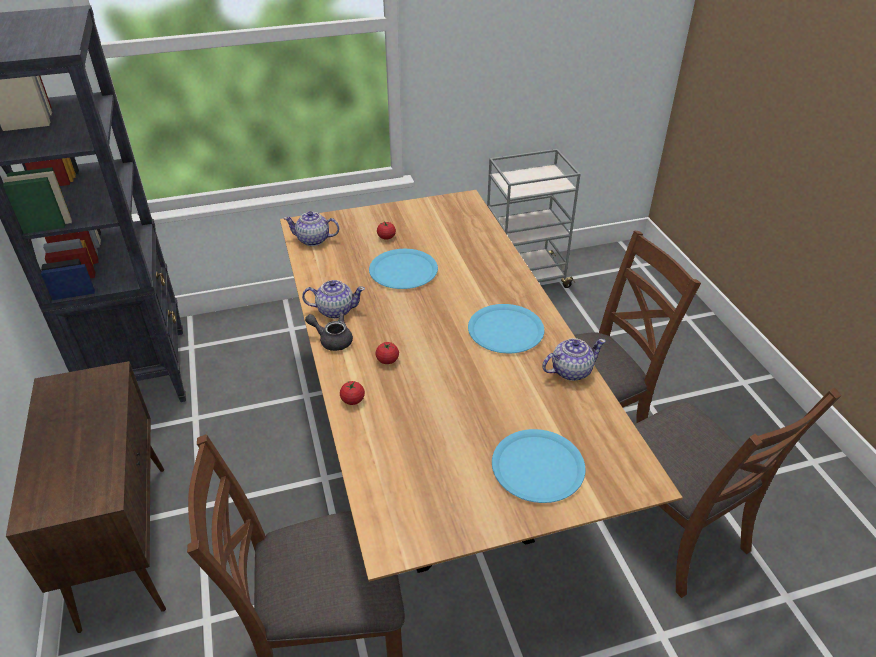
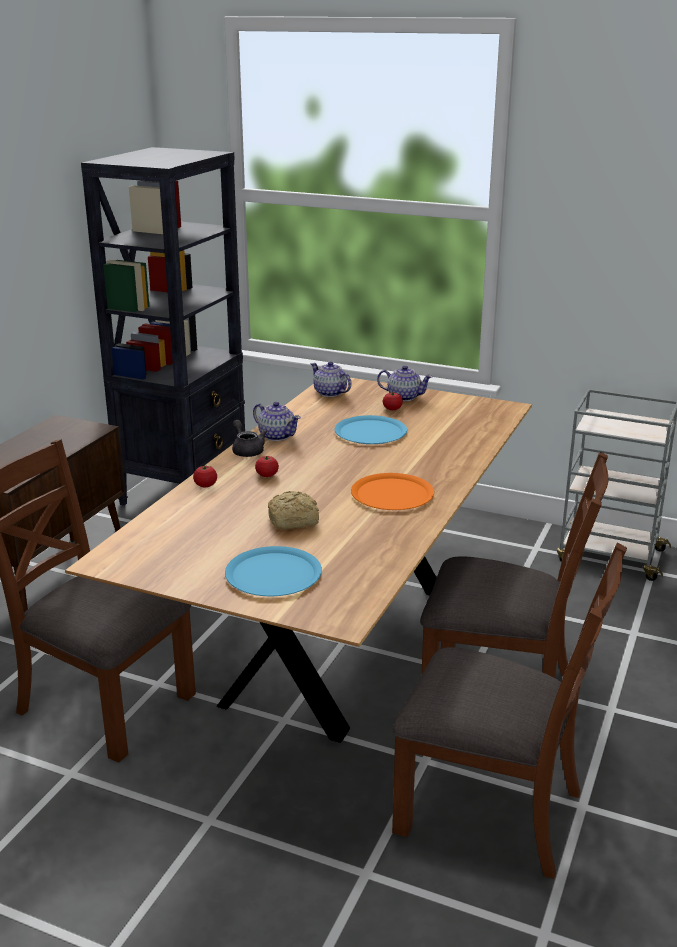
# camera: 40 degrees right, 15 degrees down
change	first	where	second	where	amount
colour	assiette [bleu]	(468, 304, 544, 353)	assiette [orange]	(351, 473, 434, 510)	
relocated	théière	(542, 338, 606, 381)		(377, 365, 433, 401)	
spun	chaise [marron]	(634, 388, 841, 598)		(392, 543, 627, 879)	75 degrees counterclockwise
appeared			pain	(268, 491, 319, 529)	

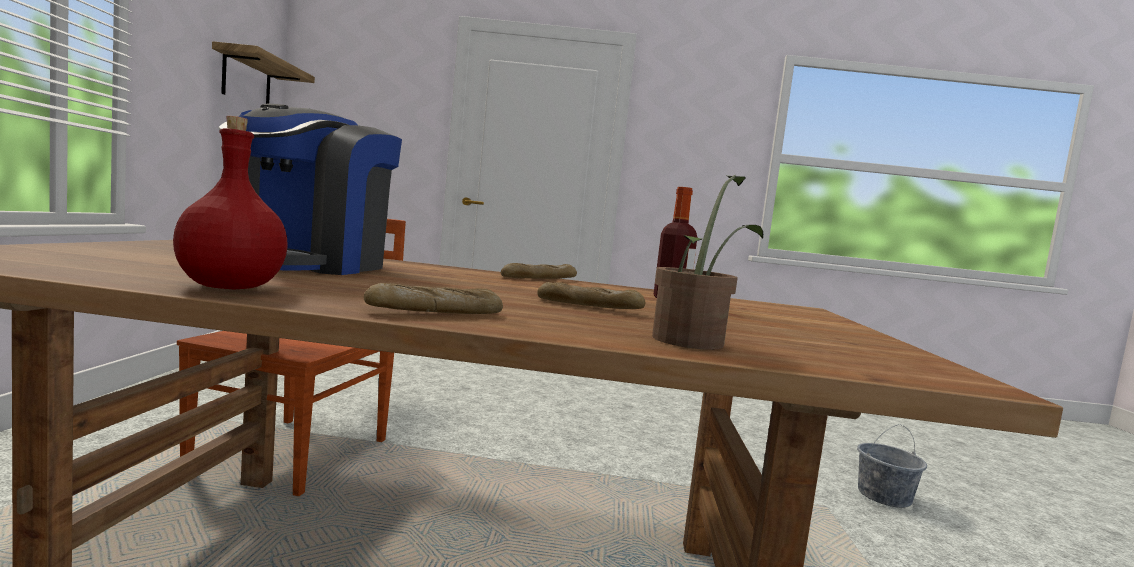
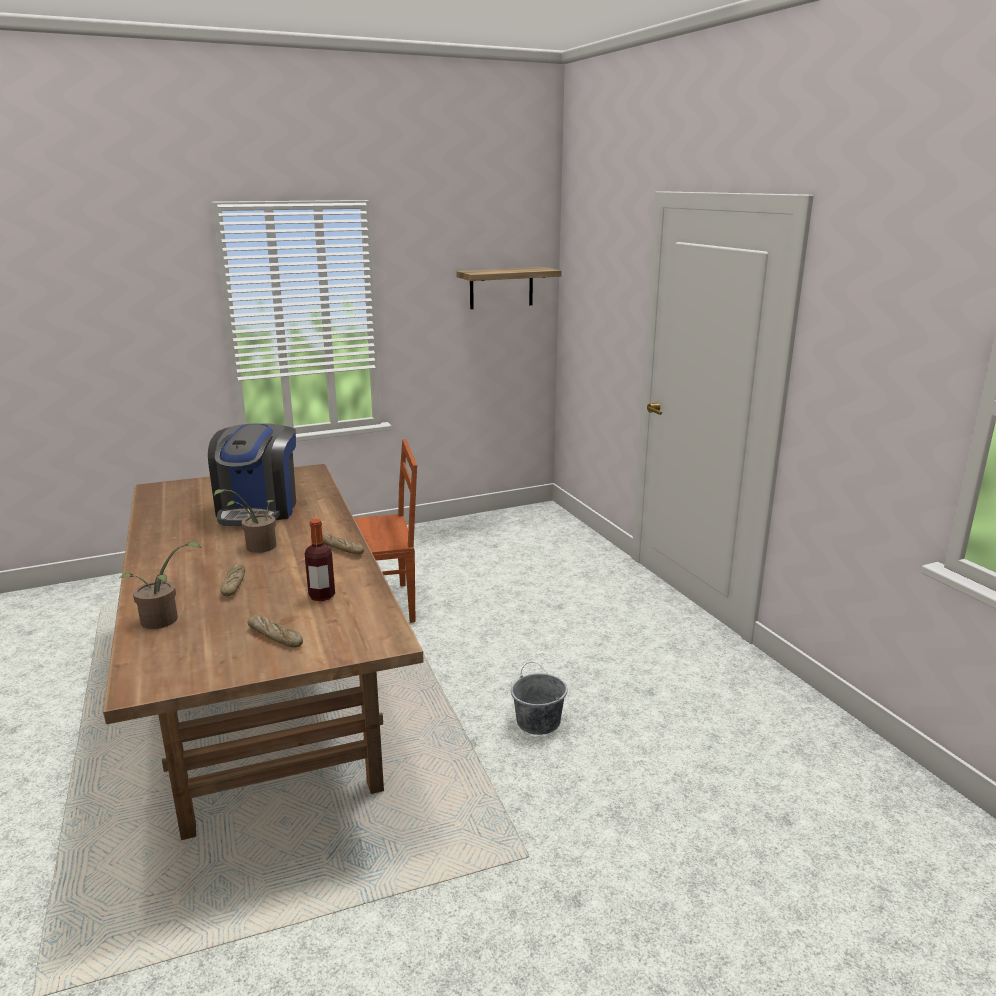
# camera: 65 degrees right, 15 degrees up
change	first	where	second	where	amount
missing	bouteille [rouge]	(173, 116, 288, 289)			
spun	machine à café	(218, 104, 402, 275)		(208, 423, 296, 526)	75 degrees counterclockwise
relocated	pain	(364, 283, 503, 314)		(248, 615, 303, 648)	
relocated	seau [gris]	(857, 424, 927, 508)		(511, 662, 567, 735)	
appeared			plante en pot	(214, 489, 276, 553)	

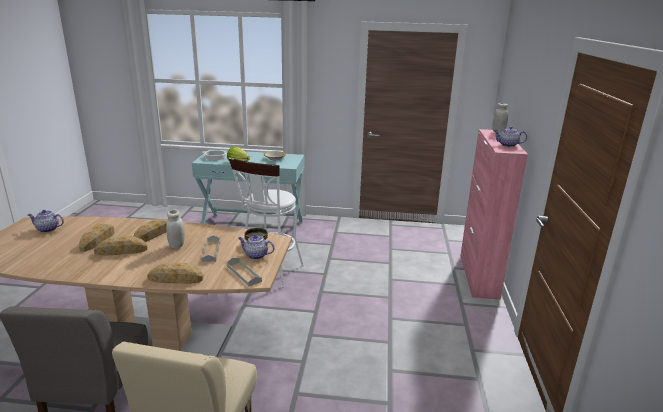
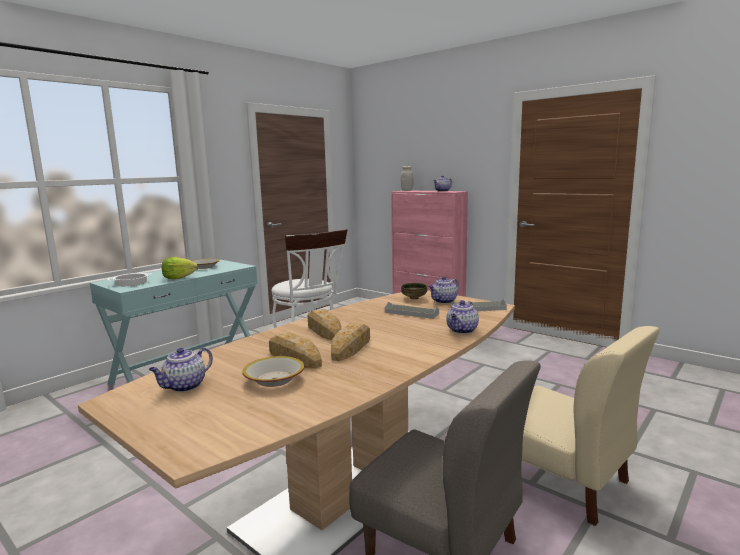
# camera: 55 degrees left, 10 degrees down
change	first	where	second	where	amount
exchanged	pain	(147, 263, 203, 284)	théière	(446, 300, 479, 334)	
missing	bocal [blanc]	(166, 210, 185, 249)			
appeared			bol	(242, 356, 305, 387)	

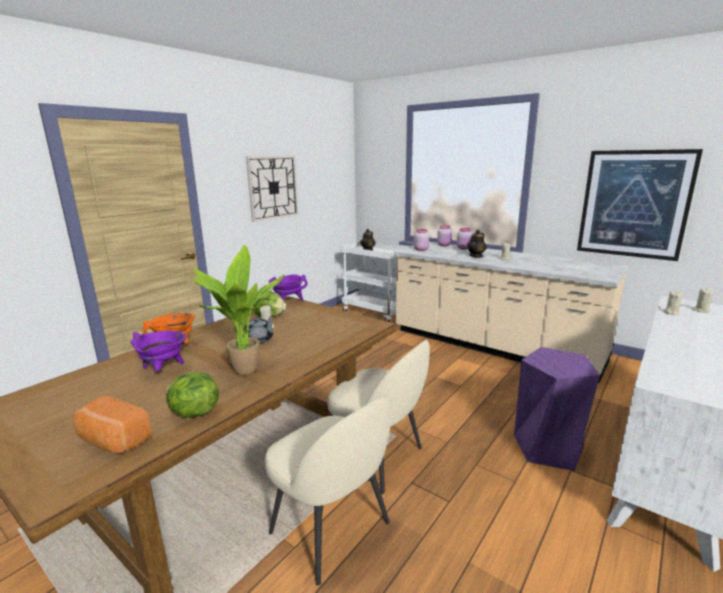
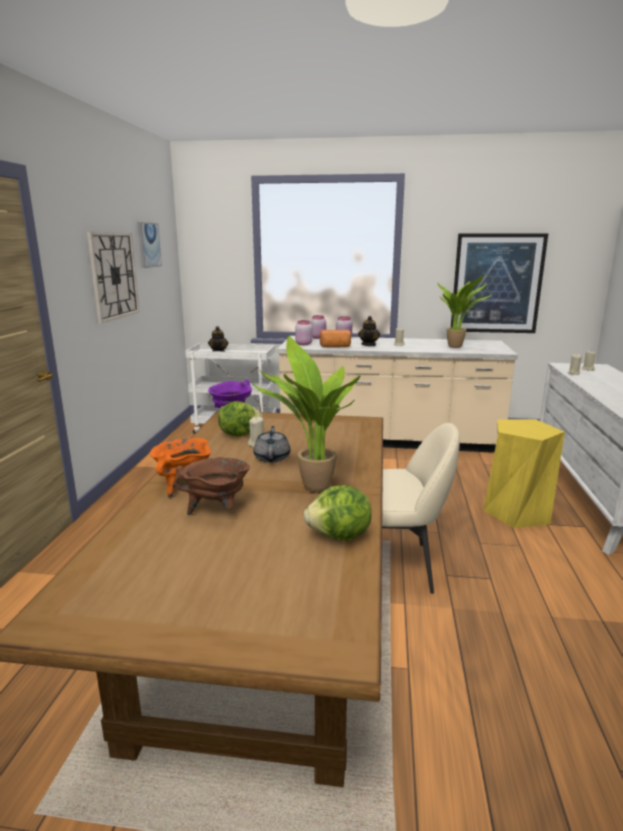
# camera: 30 degrees left, 0 degrees up
change	first	where	second	where	amount
relocated	pain	(73, 395, 152, 454)		(320, 330, 351, 347)	
colour	marmite [violet]	(130, 330, 186, 371)	marmite [marron]	(174, 457, 250, 515)	
missing	chaise [beige]	(265, 396, 391, 585)			
colour	tabouret [violet]	(514, 347, 600, 471)	tabouret [jaune]	(483, 419, 565, 528)	
appeared			tableau	(138, 222, 162, 268)	
appeared			plante en pot	(438, 275, 492, 348)	

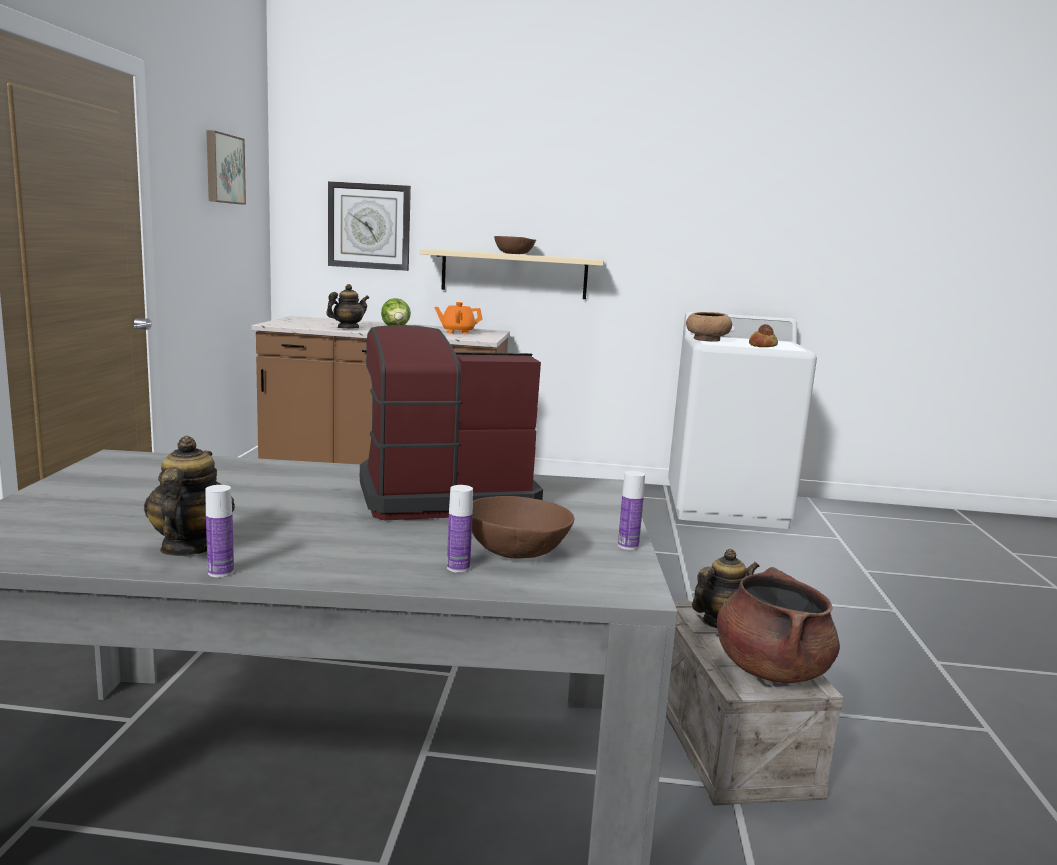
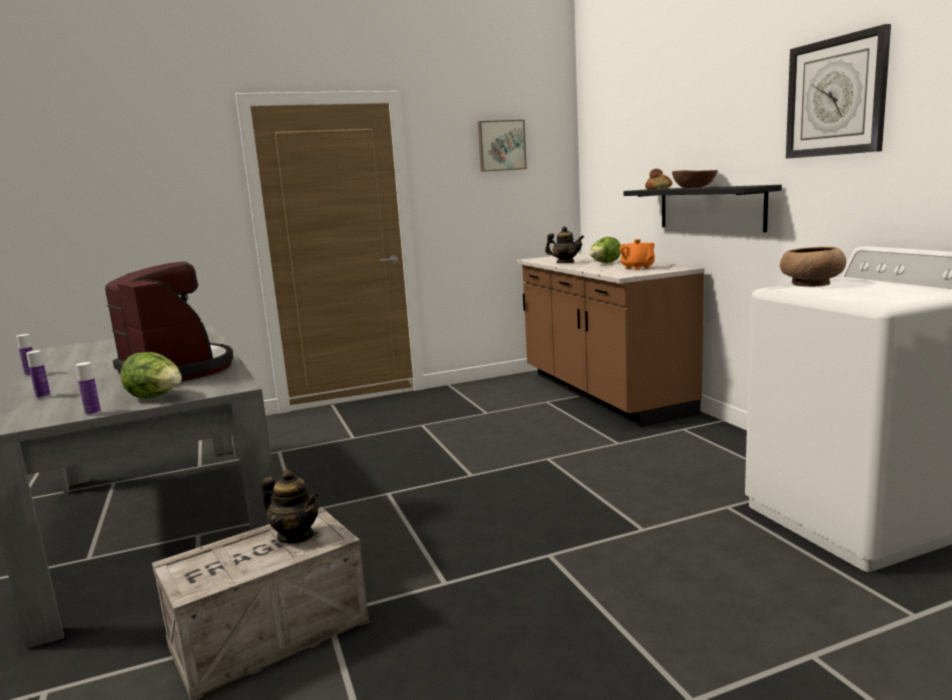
# camera: 65 degrees right, 0 degrees up
change	first	where	second	where	amount
missing	théière	(144, 436, 235, 556)			
relocated	horloge murale	(328, 181, 411, 271)		(786, 24, 891, 159)	
colour	étagère [beige]	(420, 249, 604, 299)	étagère [noir]	(623, 185, 782, 232)	
missing	bol [marron]	(472, 496, 574, 559)			
missing	marmite [marron]	(717, 567, 840, 683)			
relocated	pain	(749, 324, 778, 347)		(645, 169, 672, 190)	
appeared			laitue	(120, 352, 182, 399)	

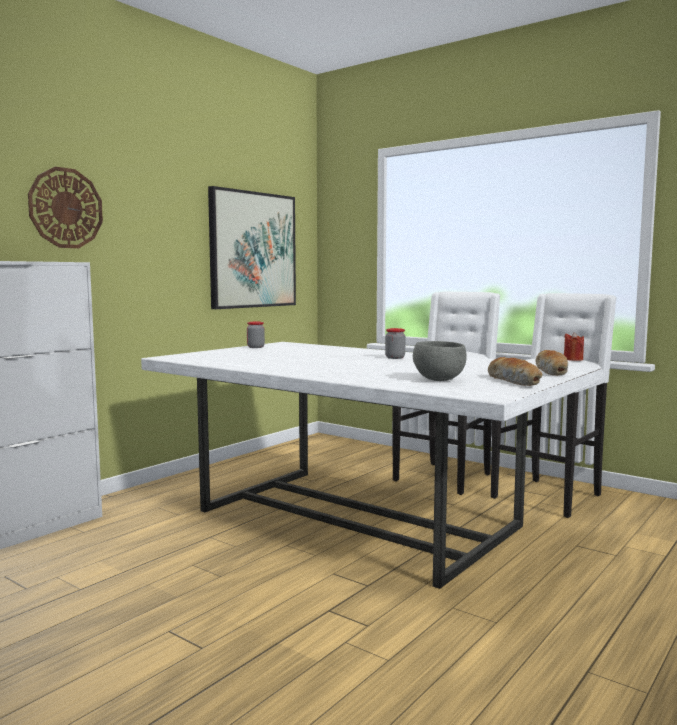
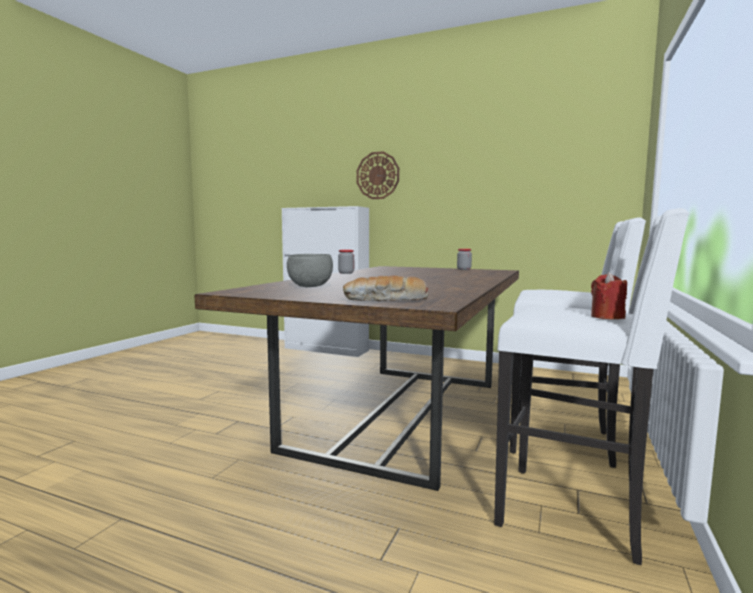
# camera: 75 degrees right, 0 degrees up
change	first	where	second	where	amount
colour	table à manger [blanc]	(141, 342, 602, 589)	table à manger [marron]	(195, 266, 519, 491)	
missing	tableau	(208, 186, 296, 309)			
relocated	bocal	(385, 328, 406, 359)		(338, 250, 354, 274)	
missing	pain	(488, 357, 543, 386)			

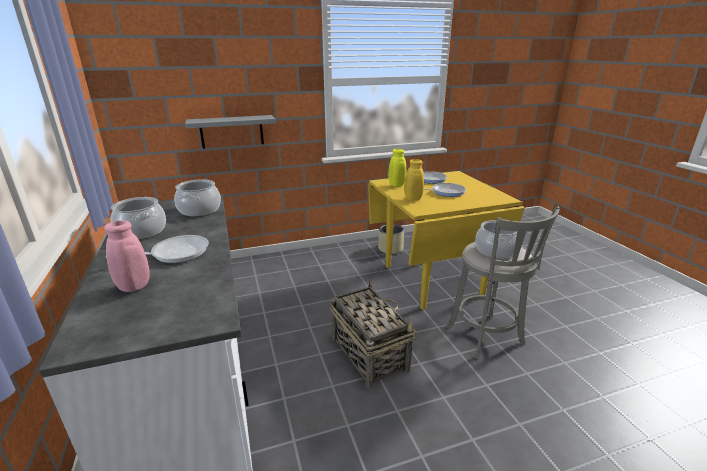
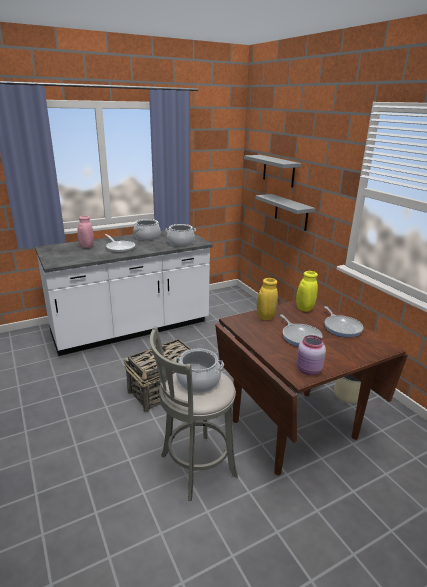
# camera: 80 degrees right, 0 degrees up
change	first	where	second	where	amount
colour	table à manger [jaune]	(368, 171, 525, 310)	table à manger [marron]	(215, 299, 408, 475)	
appeared			étagère [gris]	(244, 155, 302, 188)	
appeared			bocal [rose]	(297, 335, 326, 375)	

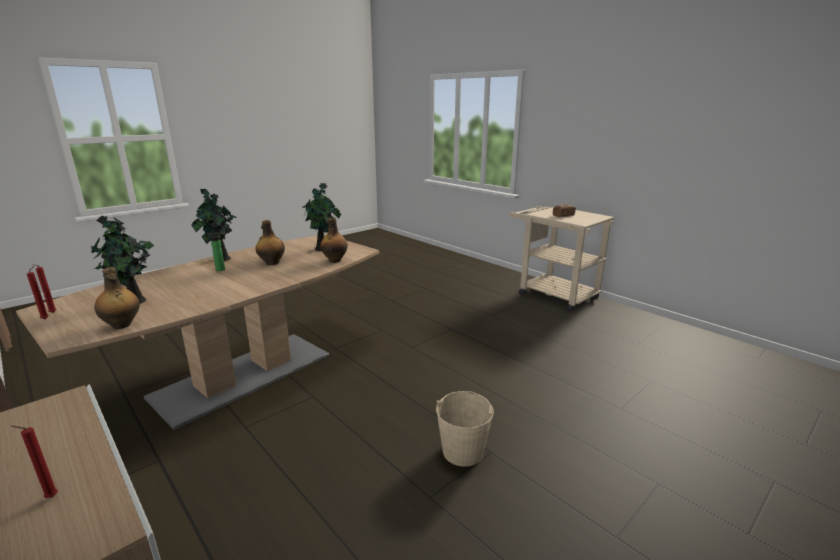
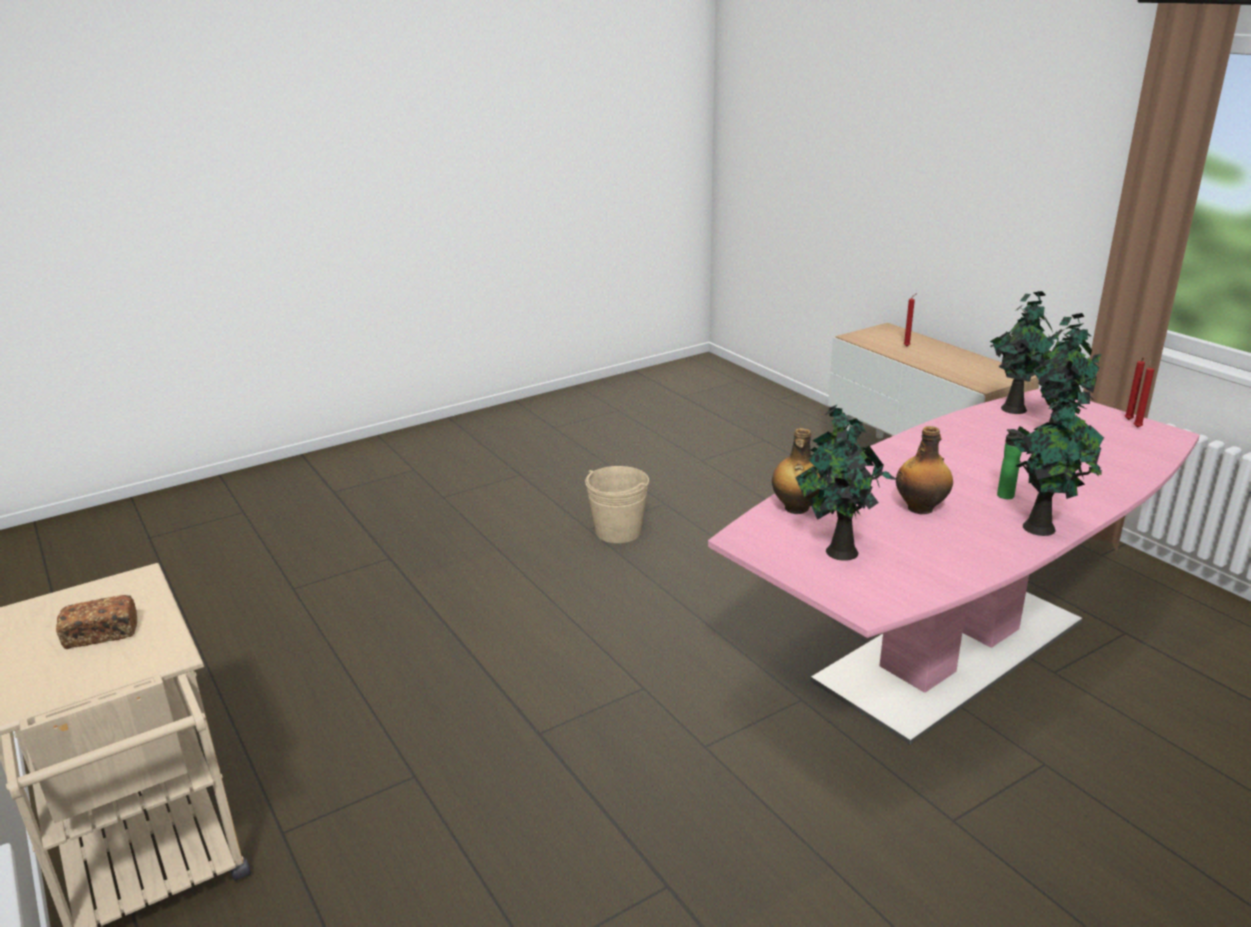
# camera: 170 degrees left, 5 degrees up
change	first	where	second	where	amount
colour	table à manger [marron]	(16, 234, 379, 430)	table à manger [rose]	(708, 388, 1200, 745)	
exchanged	bouteille	(94, 267, 140, 329)	plante en pot	(990, 291, 1060, 414)	

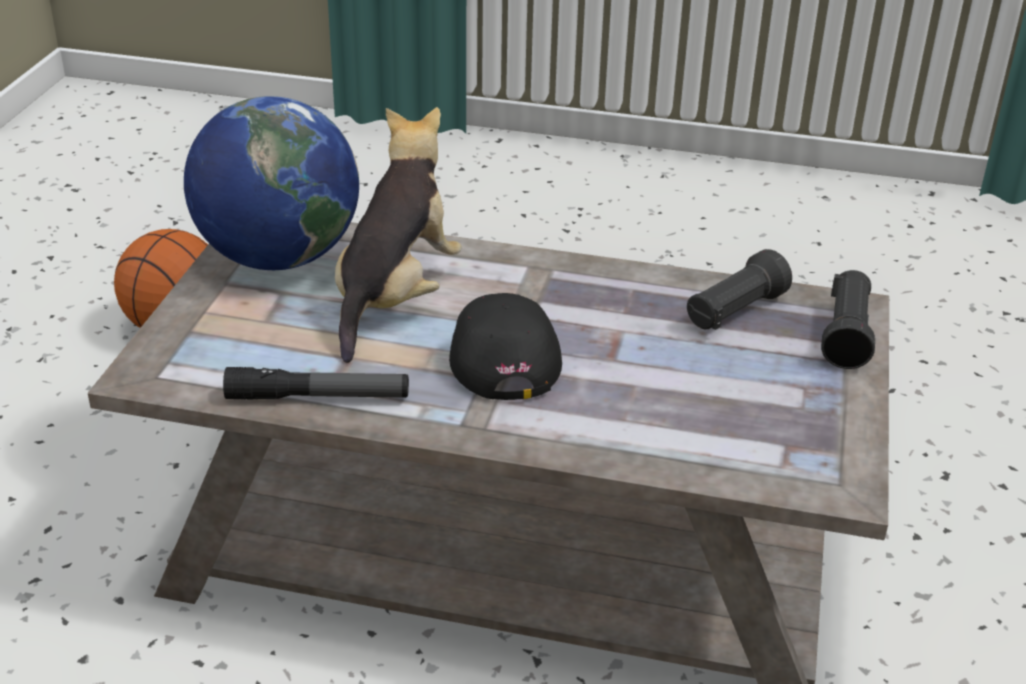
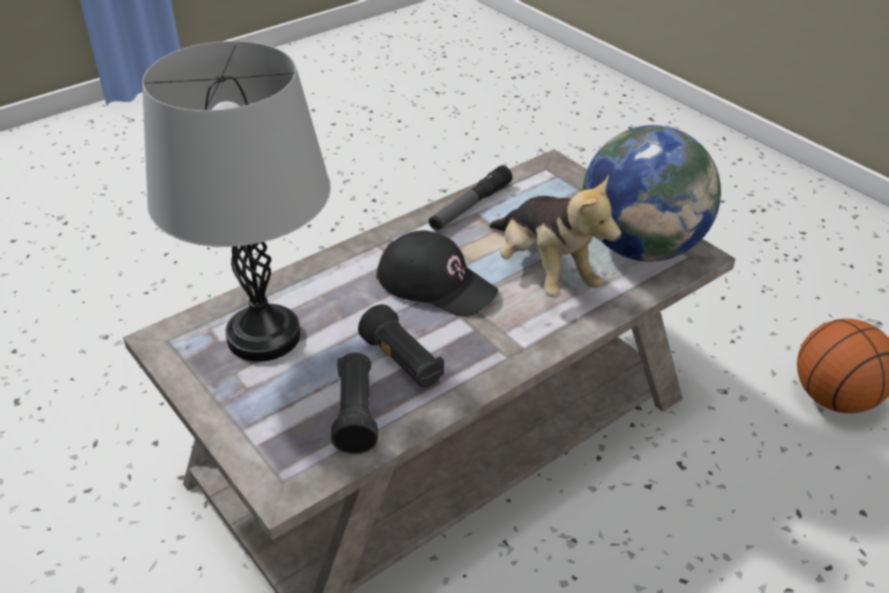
# camera: 130 degrees right, 5 degrees up
change	first	where	second	where	amount
relocated	lampe de poche [noir]	(821, 270, 875, 369)		(358, 304, 444, 388)	
appeared			lampe de table [gris]	(142, 41, 331, 362)	

